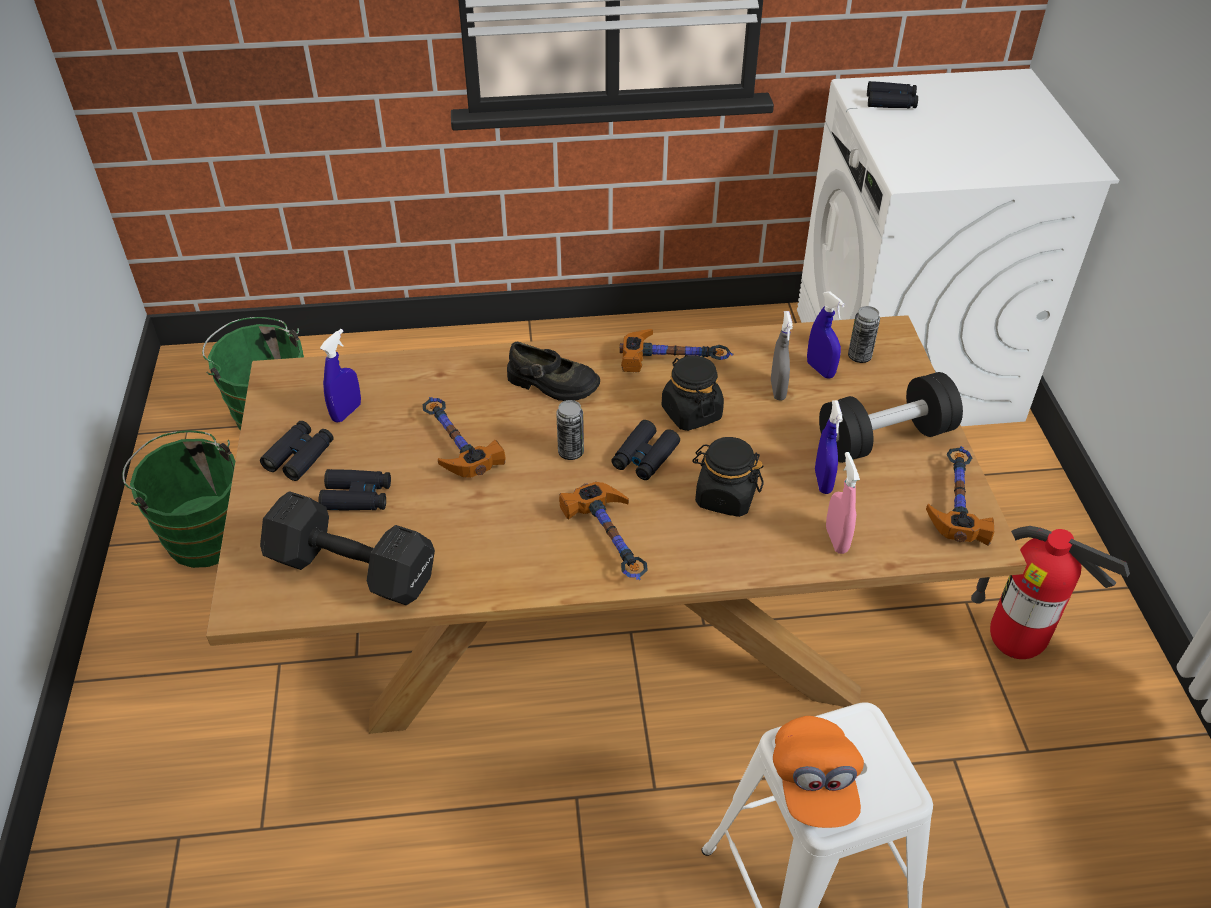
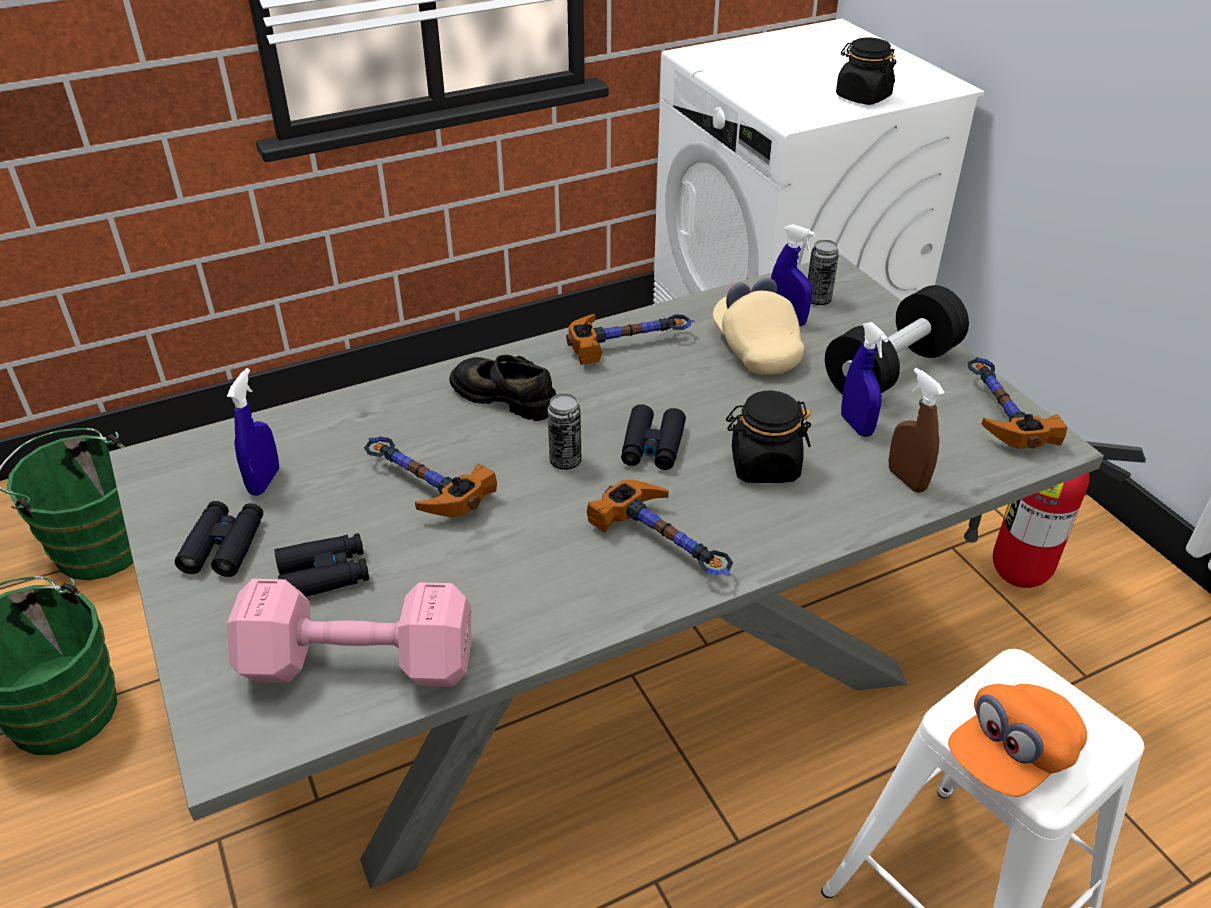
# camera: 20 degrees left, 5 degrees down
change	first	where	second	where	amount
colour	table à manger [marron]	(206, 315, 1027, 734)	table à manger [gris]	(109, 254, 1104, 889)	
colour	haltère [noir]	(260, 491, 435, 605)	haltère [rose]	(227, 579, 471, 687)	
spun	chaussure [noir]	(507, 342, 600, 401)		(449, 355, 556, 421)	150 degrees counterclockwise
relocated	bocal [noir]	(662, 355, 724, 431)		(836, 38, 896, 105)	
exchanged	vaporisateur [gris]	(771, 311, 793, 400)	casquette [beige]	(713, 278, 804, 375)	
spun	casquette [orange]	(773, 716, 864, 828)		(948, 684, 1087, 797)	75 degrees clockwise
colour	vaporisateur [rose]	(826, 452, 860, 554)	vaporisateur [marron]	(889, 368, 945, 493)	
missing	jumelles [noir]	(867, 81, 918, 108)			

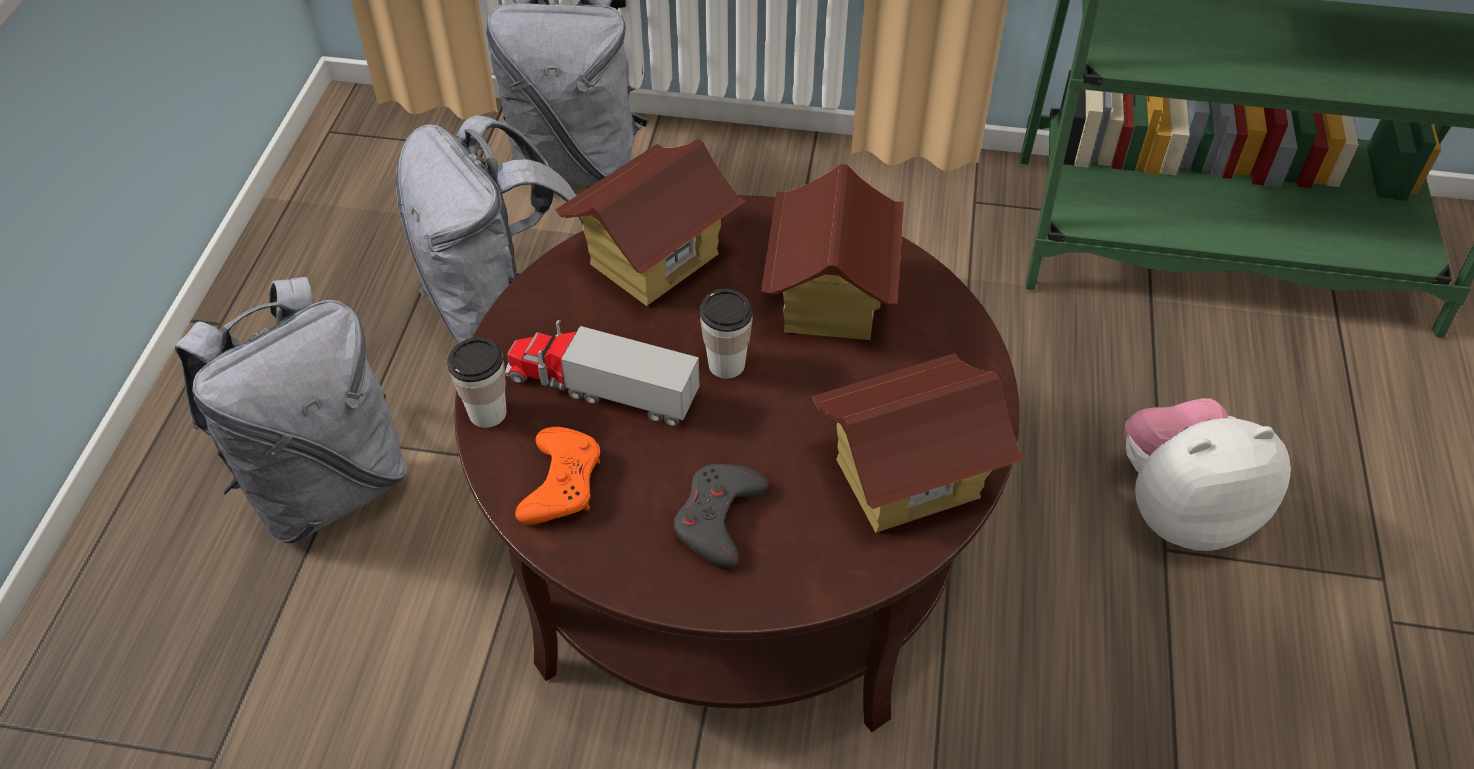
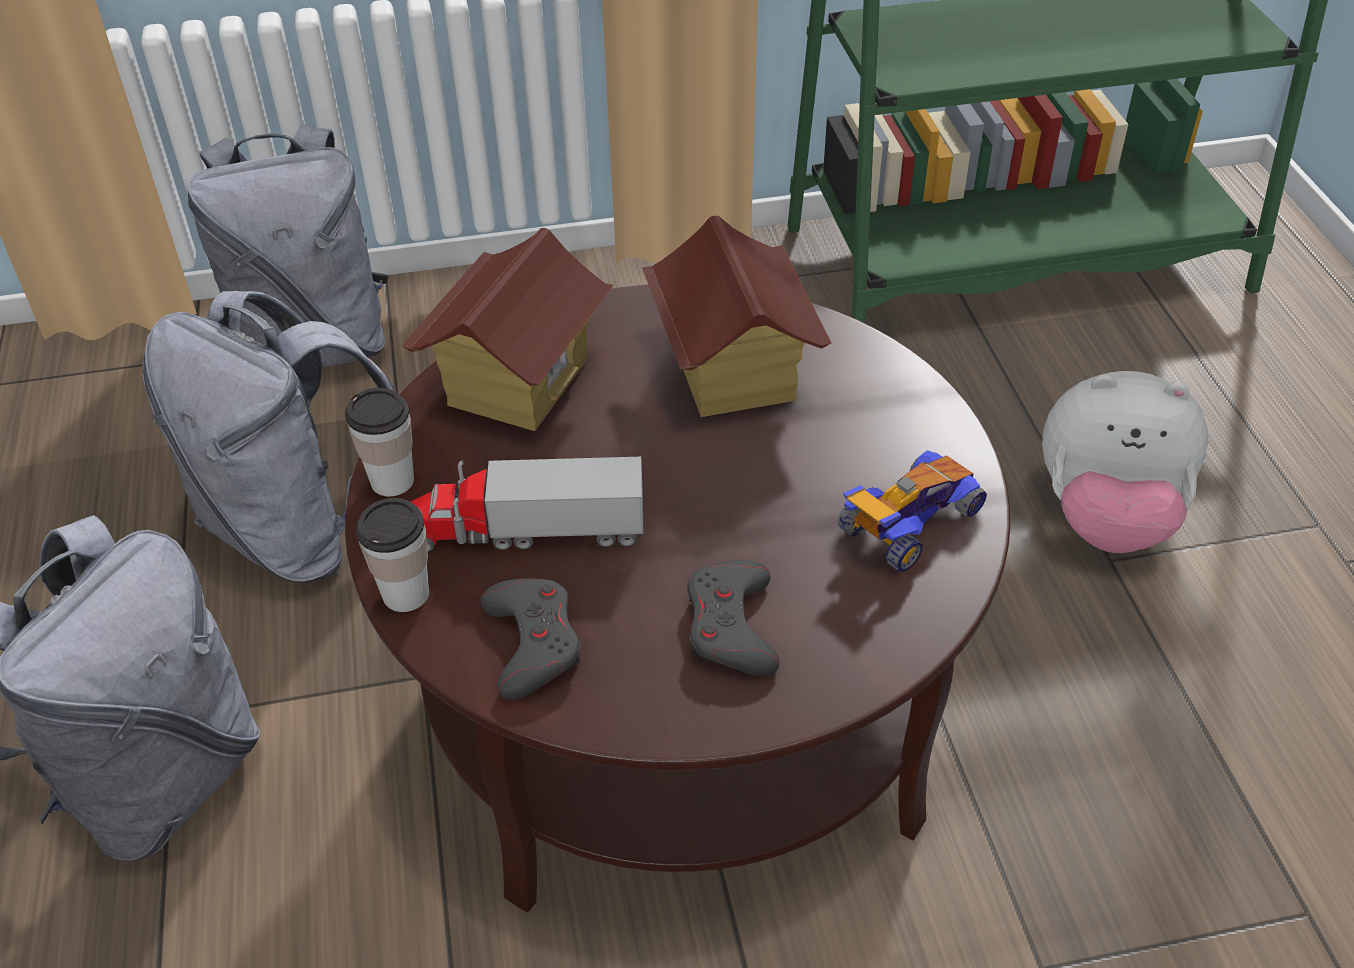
# camera: 20 degrees left, 5 degrees down
change	first	where	second	where	amount
colour	manette [orange]	(515, 427, 600, 525)	manette [gris]	(480, 578, 581, 700)	
relocated	tasse	(700, 289, 753, 379)		(345, 388, 414, 496)	
exchanged	maison miniature	(812, 353, 1025, 533)	petite voiture	(837, 450, 987, 572)	
spun	peluche	(1124, 398, 1291, 551)		(1042, 371, 1208, 553)	135 degrees counterclockwise

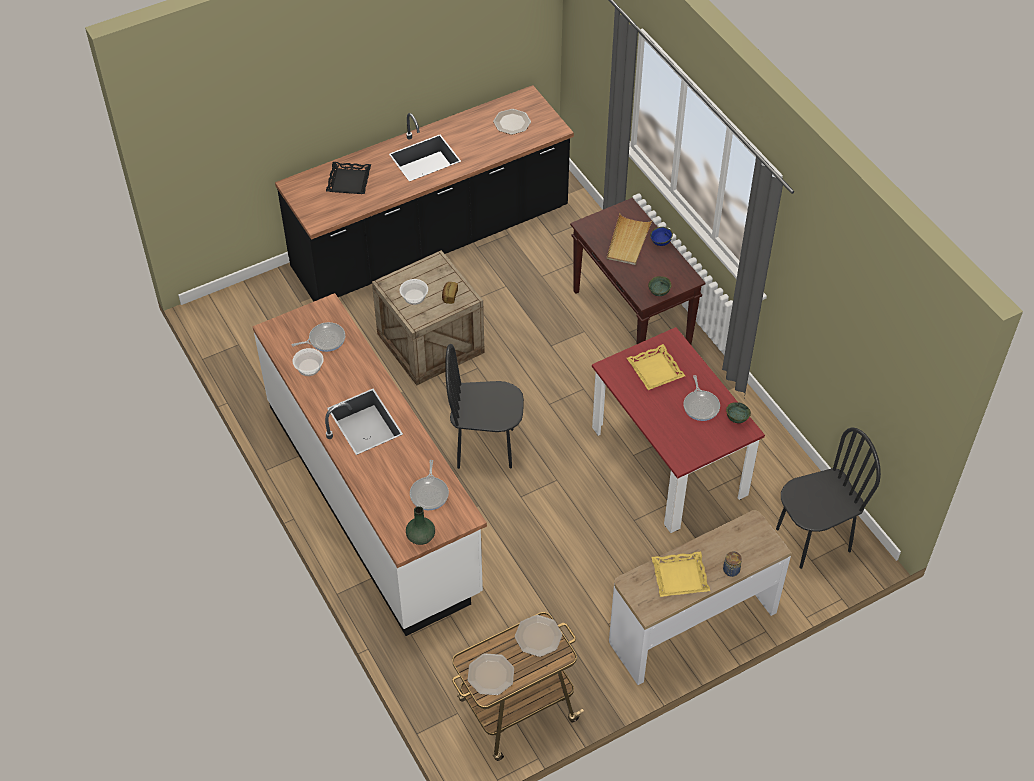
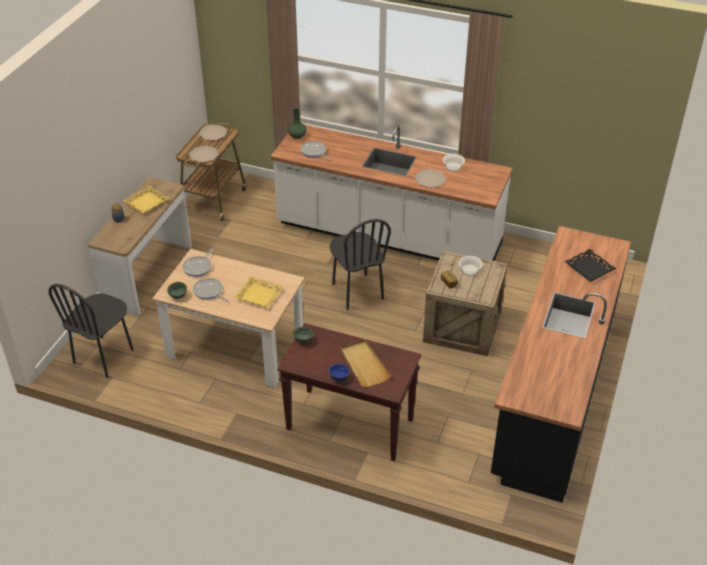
# camera: 140 degrees right, 10 degrees down
change	first	where	second	where	amount
relocated	poêle	(292, 322, 345, 352)		(182, 248, 214, 277)	
spun	chaise [noir]	(445, 344, 524, 469)		(330, 219, 391, 310)	105 degrees clockwise
relocated	assiette	(493, 109, 531, 135)		(415, 169, 446, 188)	
colour	table à manger [rouge]	(592, 327, 765, 533)	table à manger [beige]	(152, 249, 305, 388)	

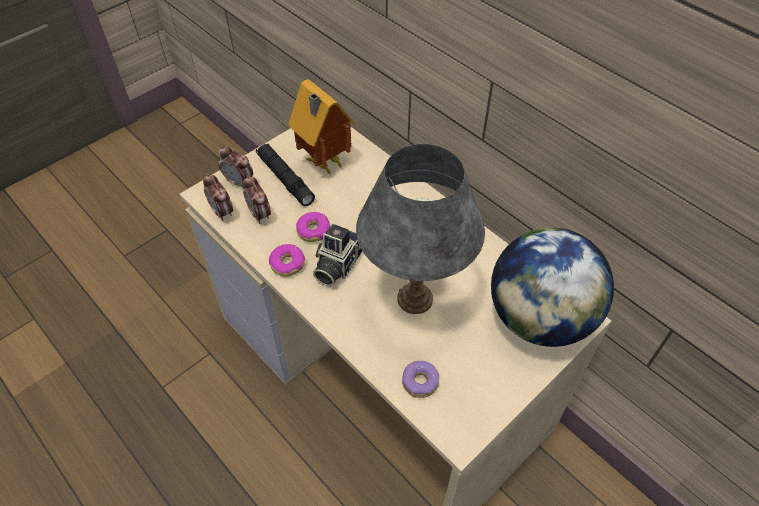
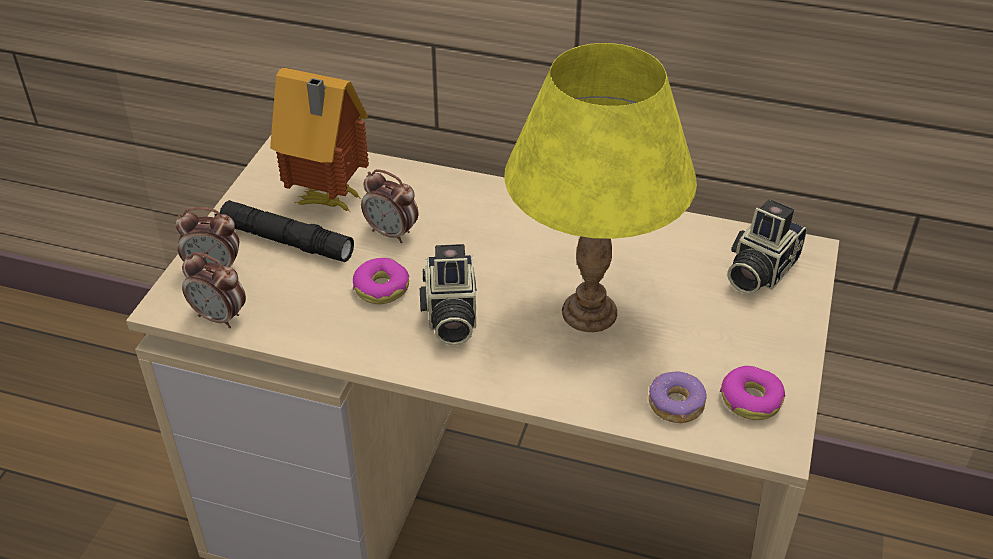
# camera: 30 degrees left, 10 degrees down
change	first	where	second	where	amount
relocated	réveil	(243, 175, 271, 224)		(361, 169, 418, 243)	
relocated	beignet	(269, 244, 305, 277)		(720, 366, 785, 420)	
colour	lampe de table [gris]	(356, 144, 485, 314)	lampe de table [jaune]	(504, 43, 697, 332)	
exchanged	globe	(491, 228, 614, 347)	appareil photo	(728, 199, 807, 294)	

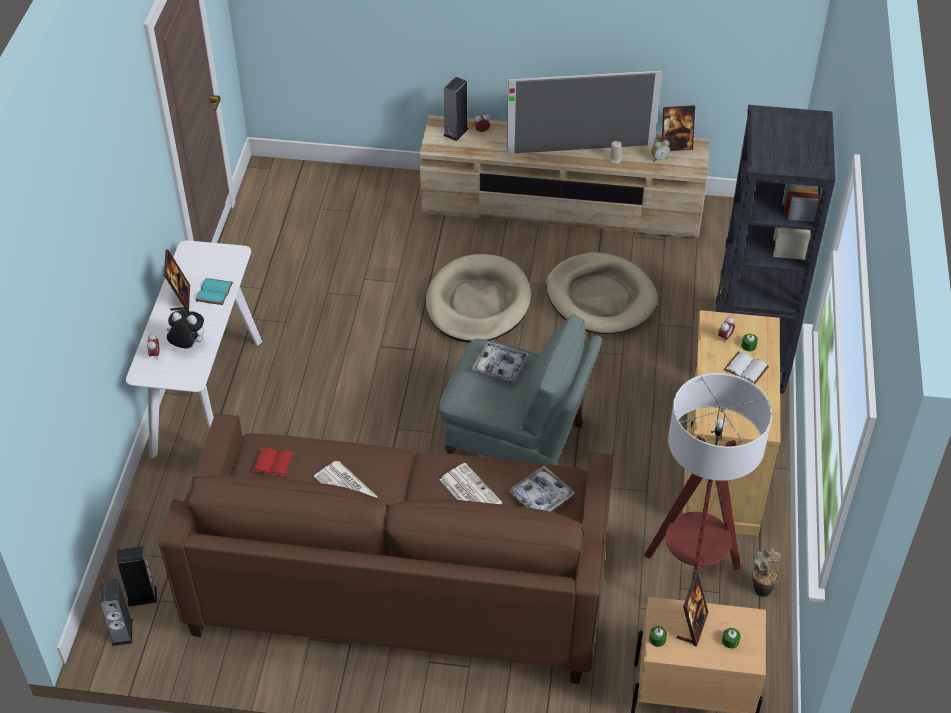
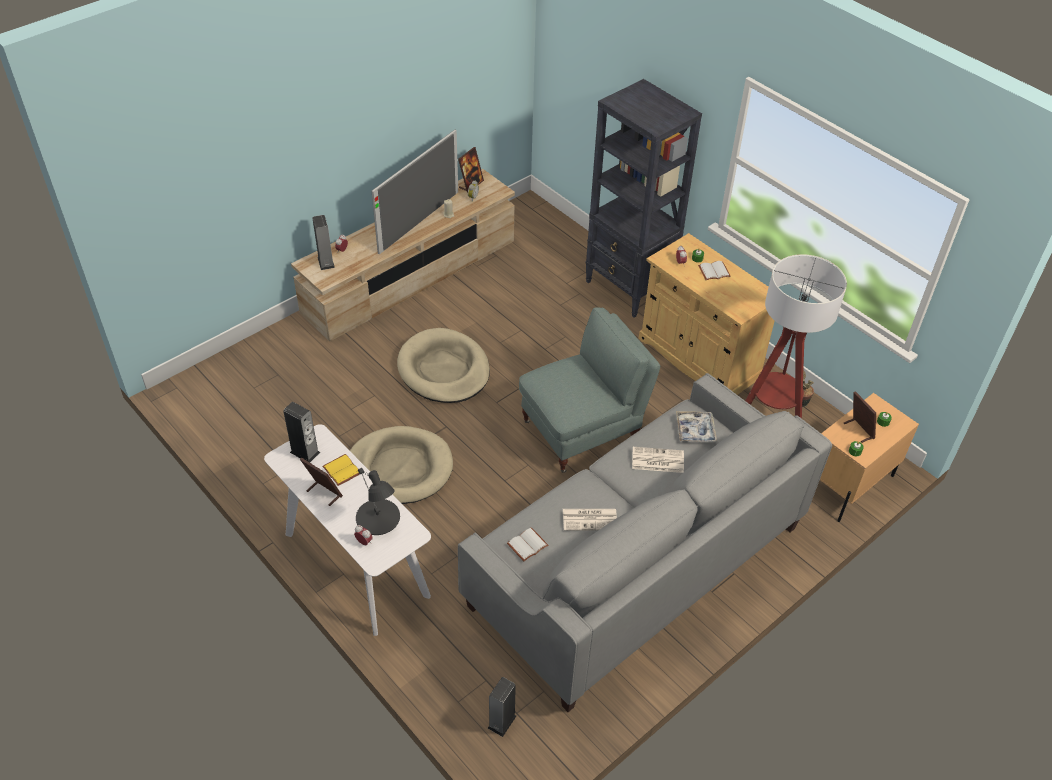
# camera: 50 degrees left, 0 degrees up
change	first	where	second	where	amount
relocated	enceinte	(100, 579, 133, 646)		(283, 402, 320, 462)	
colour	canapé [marron]	(159, 414, 613, 684)	canapé [gris]	(458, 373, 832, 712)	
exchanged	peluche	(166, 310, 204, 349)	lampe de table [noir]	(356, 468, 400, 535)	
colour	livre [turquoise]	(195, 278, 233, 305)	livre [jaune]	(322, 454, 360, 486)	
colour	livre [rouge]	(252, 448, 295, 477)	livre [blanc]	(507, 527, 549, 561)	
missing	plateau	(471, 342, 529, 383)			
relocated	panier pour chien [beige]	(546, 253, 658, 334)		(350, 426, 453, 504)	

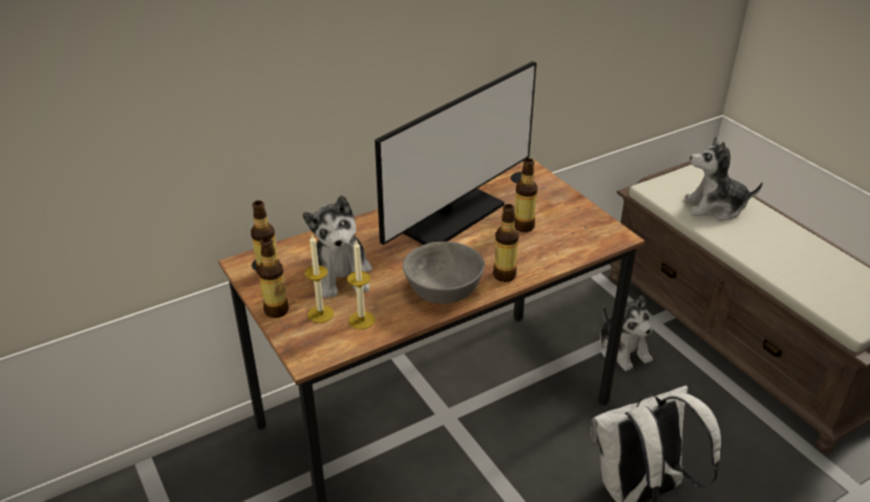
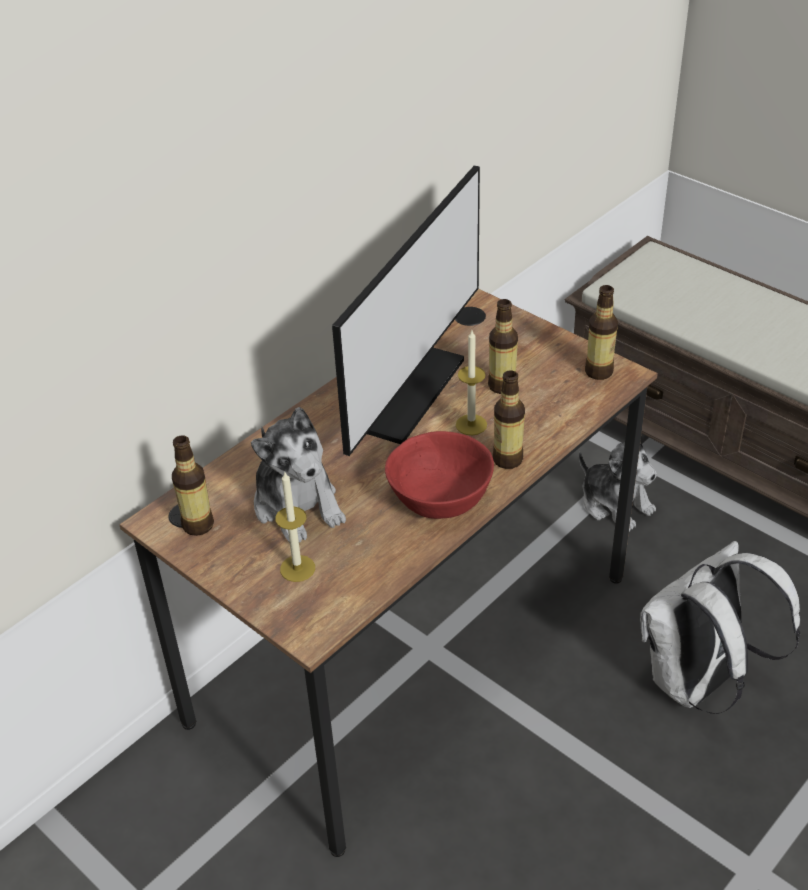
# camera: 15 degrees left, 5 degrees up
change	first	where	second	where	amount
relocated	bouteille	(258, 237, 289, 318)		(585, 285, 618, 380)	
relocated	bougie	(347, 241, 375, 329)		(456, 331, 487, 435)	
colour	bol [gris]	(403, 241, 485, 304)	bol [rouge]	(385, 431, 494, 519)	
missing	peluche	(685, 137, 763, 221)			

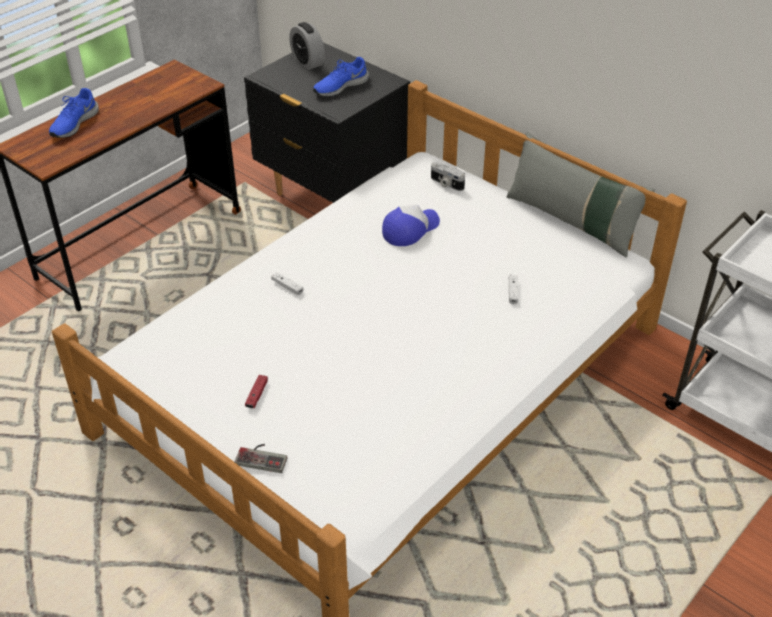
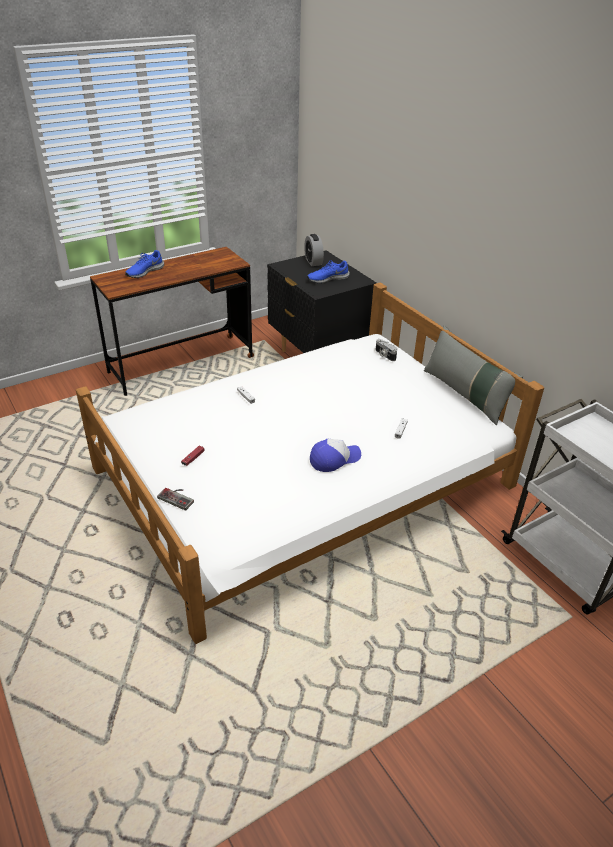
# camera: 15 degrees right, 5 degrees down
change	first	where	second	where	amount
relocated	casquette	(382, 205, 440, 246)		(310, 439, 361, 472)	

